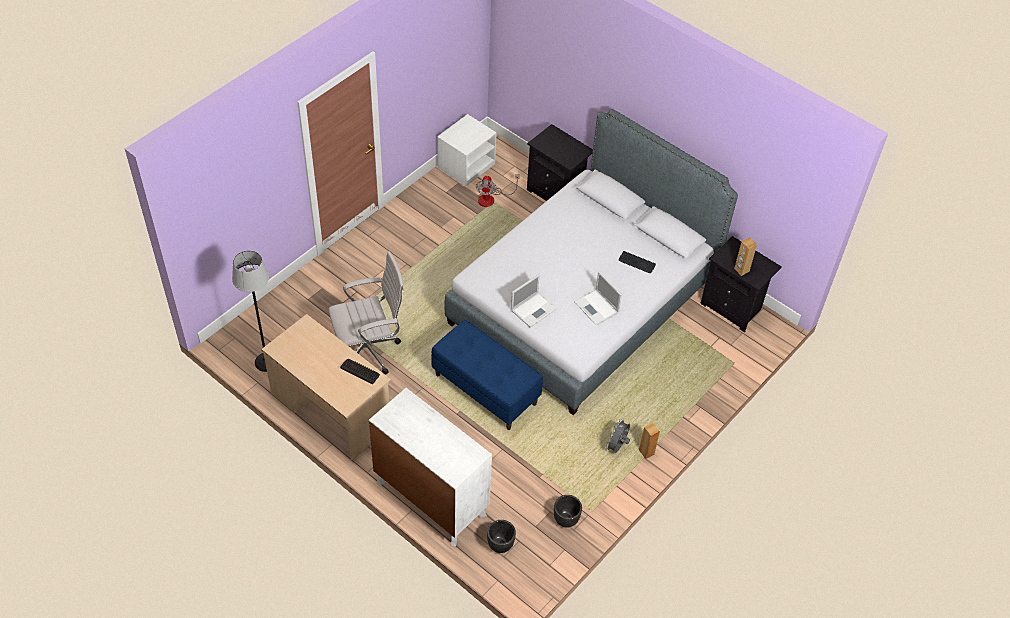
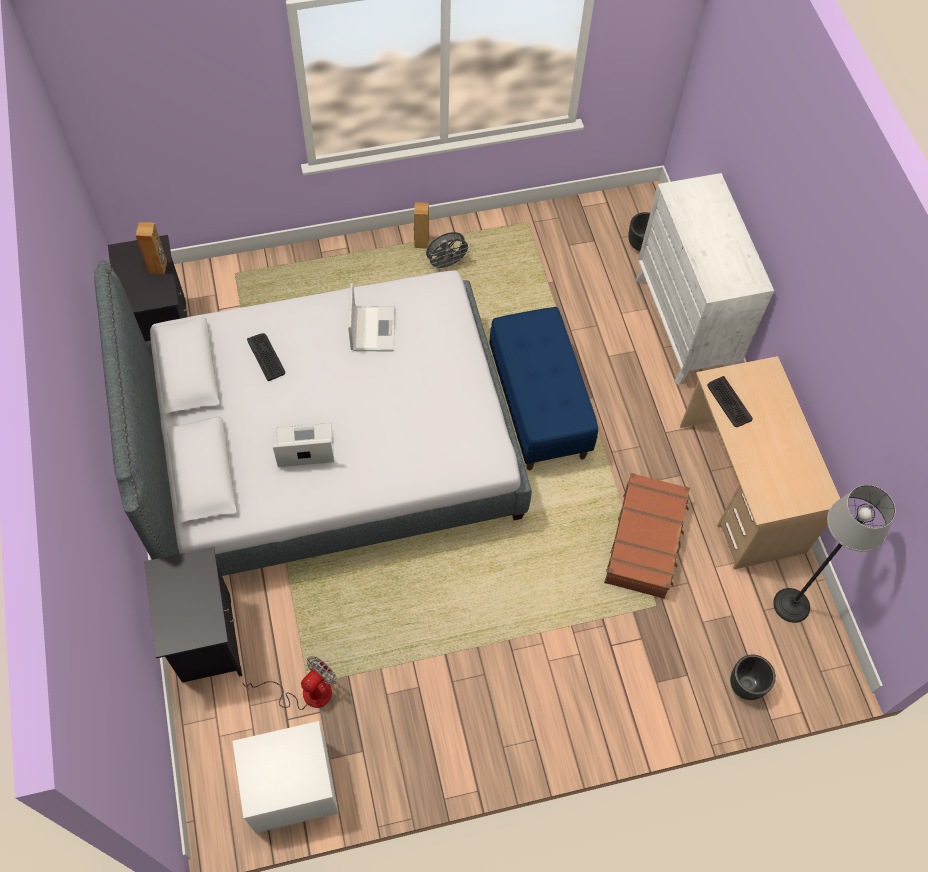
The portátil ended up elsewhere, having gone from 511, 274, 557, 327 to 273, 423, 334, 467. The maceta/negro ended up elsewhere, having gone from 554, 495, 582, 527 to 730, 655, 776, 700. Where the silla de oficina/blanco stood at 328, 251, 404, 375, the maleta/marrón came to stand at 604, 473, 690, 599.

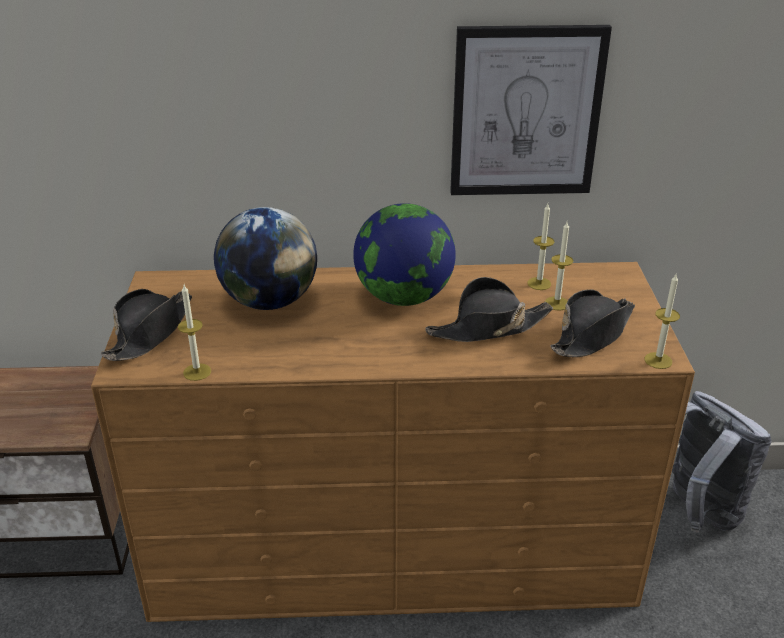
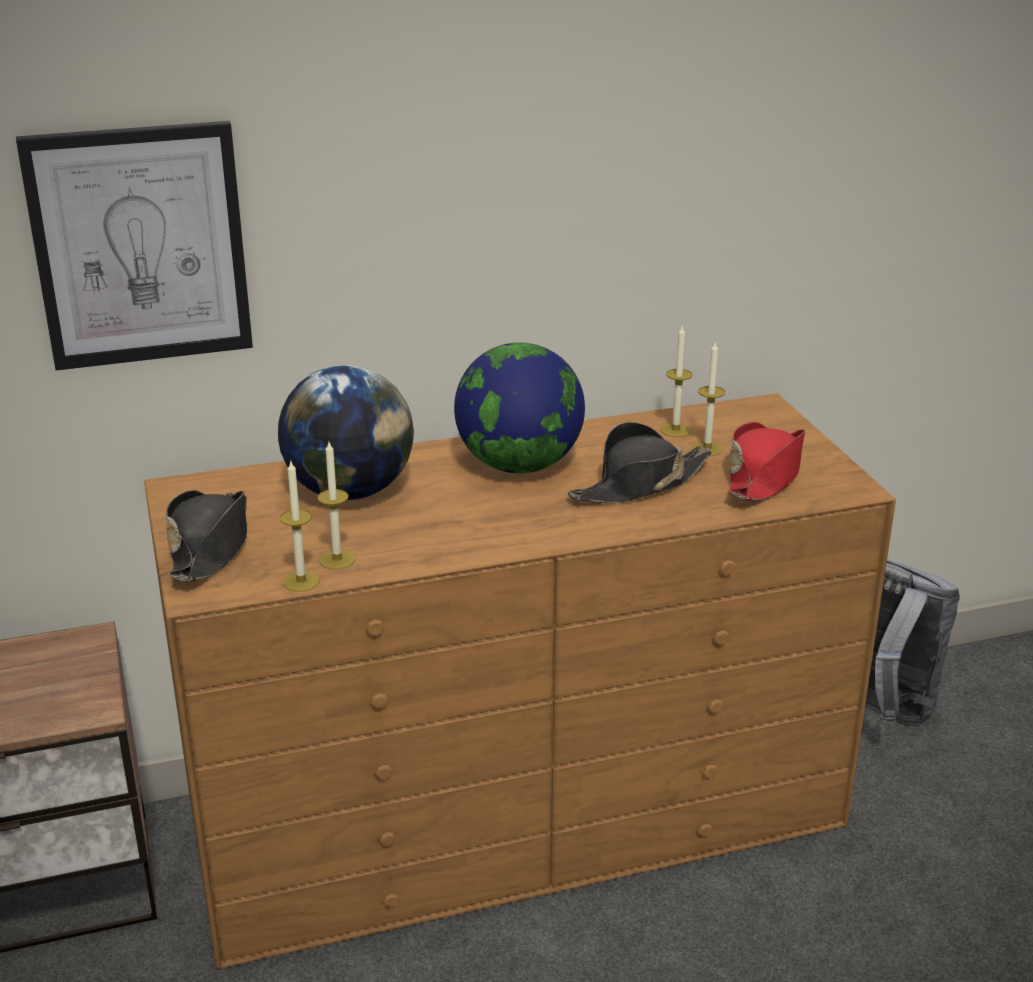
The cuadro ended up elsewhere, having gone from 450, 25, 612, 195 to 16, 121, 253, 370. The vela ended up elsewhere, having gone from 645, 274, 680, 369 to 317, 442, 355, 570. What was the sombrero/negro at 551, 289, 635, 357 turned into the sombrero/rojo at 728, 422, 805, 501.

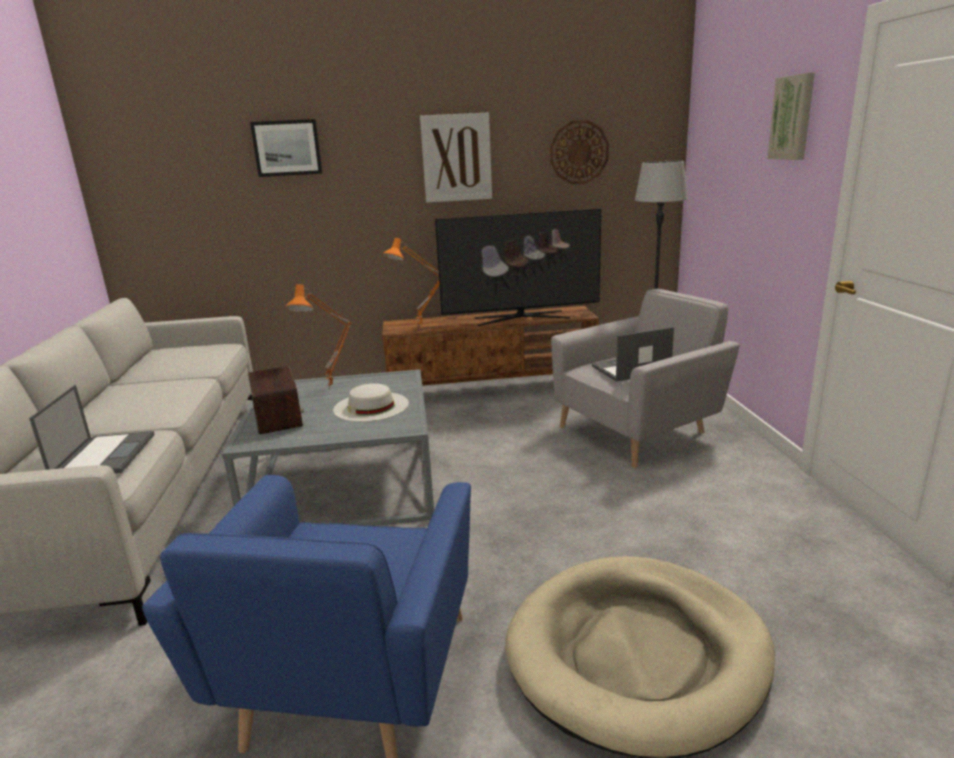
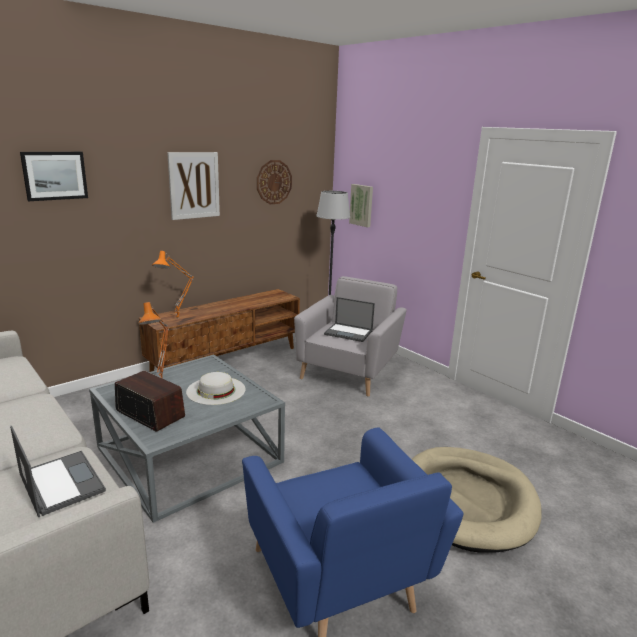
The second view lost the televisor at 435, 209, 601, 326. The cuadro ended up elsewhere, having gone from 767, 73, 815, 160 to 349, 184, 373, 227. The portátil at 592, 327, 674, 382 ended up facing another way, 105 degrees counterclockwise from before.

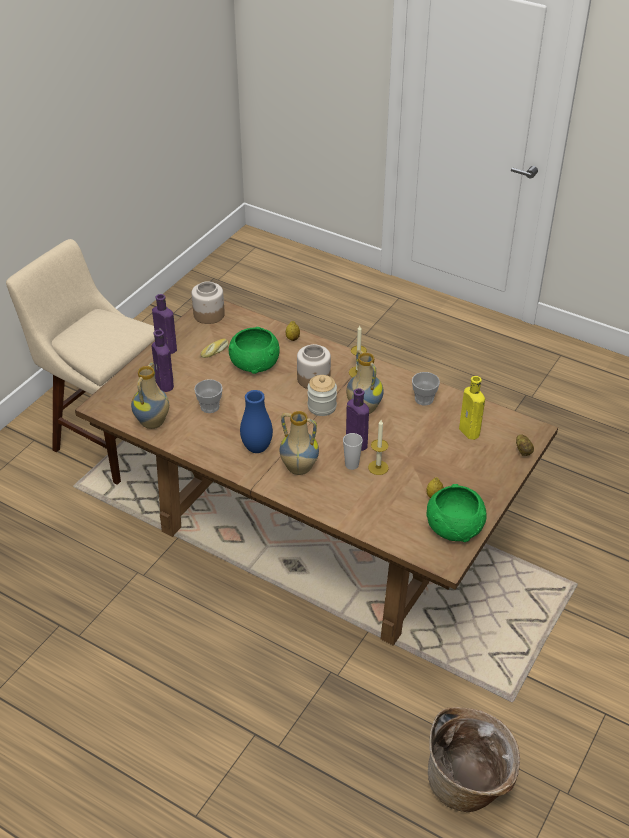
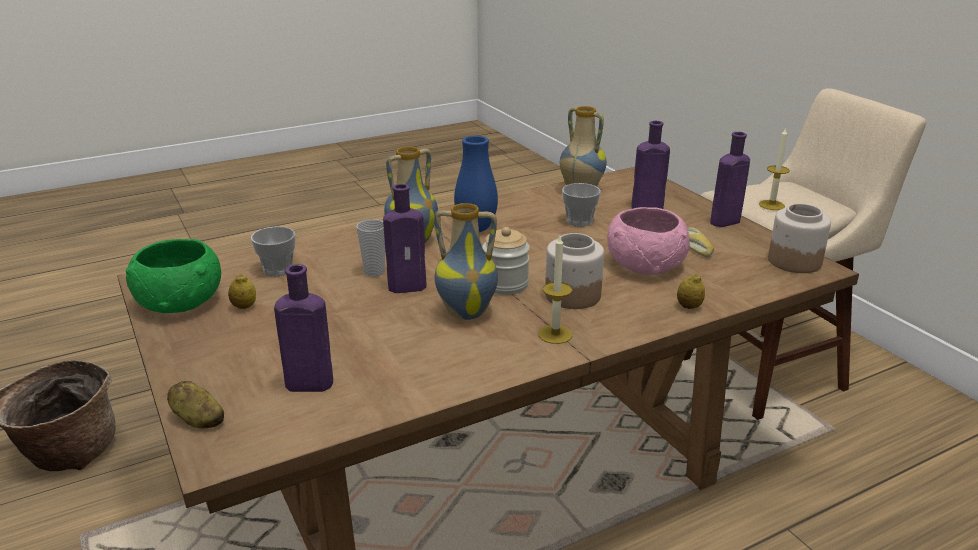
The vela ended up elsewhere, having gone from 368, 420, 389, 475 to 759, 128, 790, 210. The taza ended up elsewhere, having gone from 412, 372, 440, 405 to 251, 226, 295, 276. What was the cuenco/verde at 229, 327, 280, 374 turned into the cuenco/rosa at 607, 207, 690, 275. What was the botella/amarillo at 459, 376, 485, 440 turned into the botella/morado at 274, 264, 333, 392.

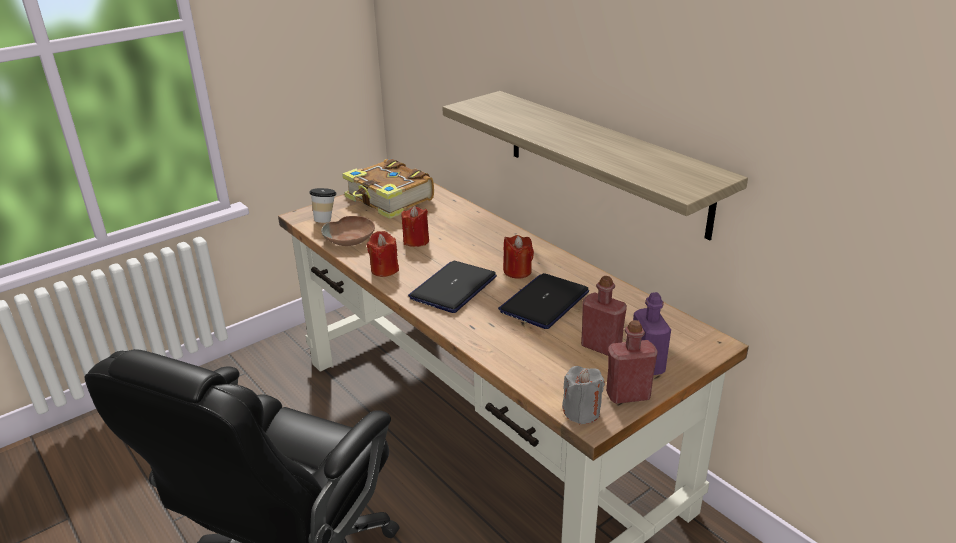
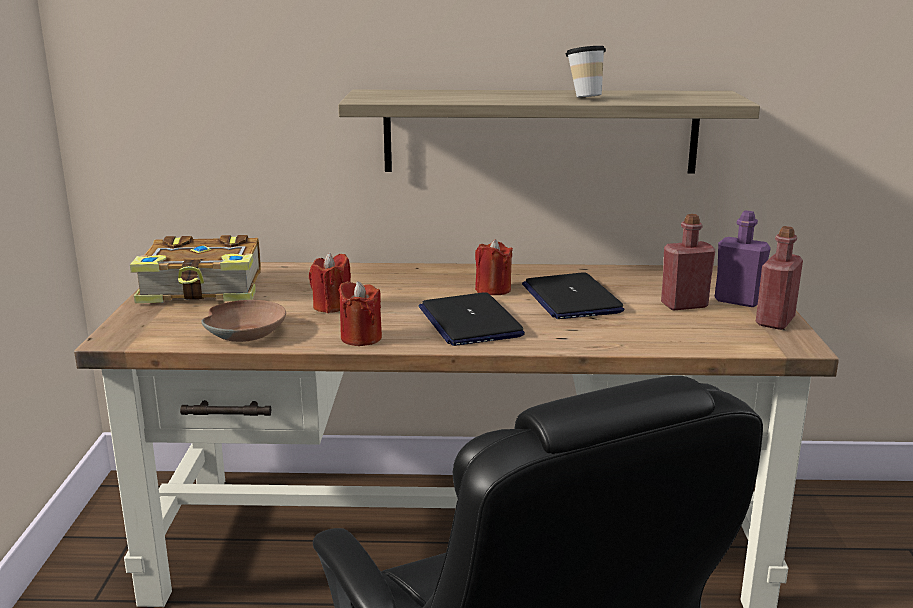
The second view lost the vela/gris at 562, 366, 605, 424. The taza ended up elsewhere, having gone from 309, 188, 336, 223 to 566, 46, 606, 98.

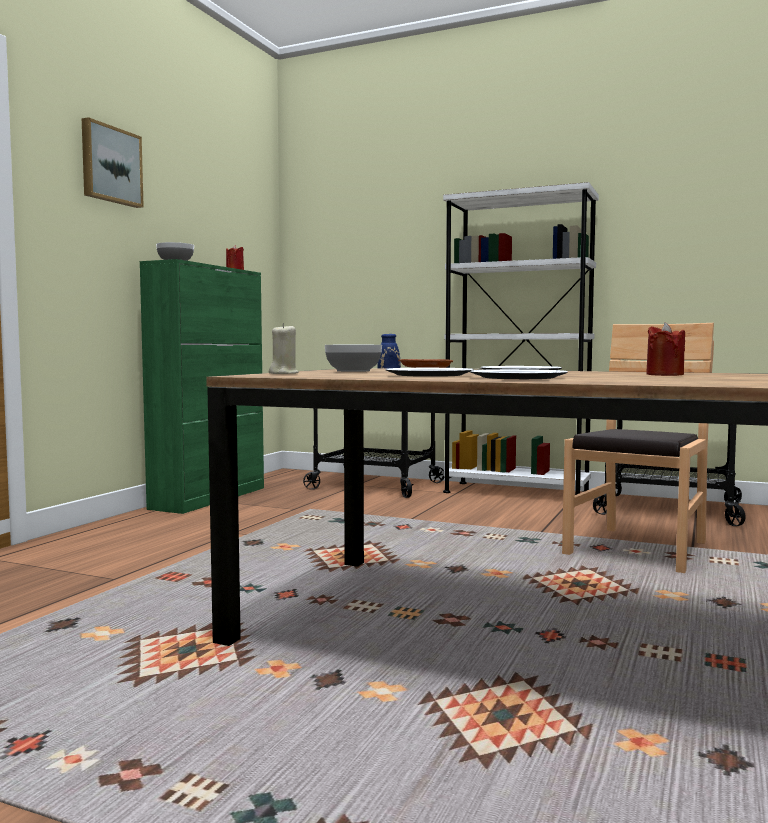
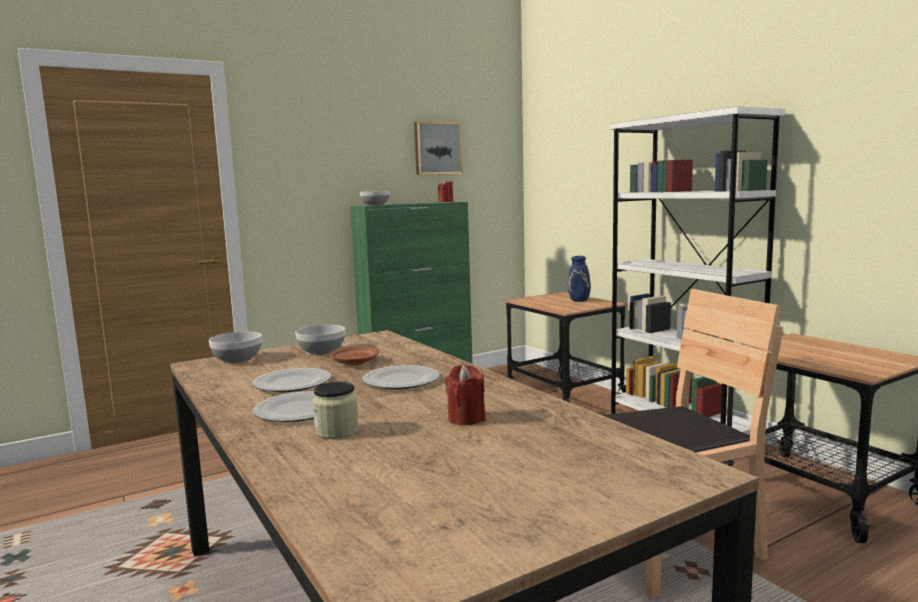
The second view gained the tarro at 312, 382, 359, 439. The cuadro ended up elsewhere, having gone from 82, 117, 144, 208 to 414, 121, 463, 175. Where the vela/beis stood at 269, 323, 299, 374, the cuenco came to stand at 209, 332, 262, 364.

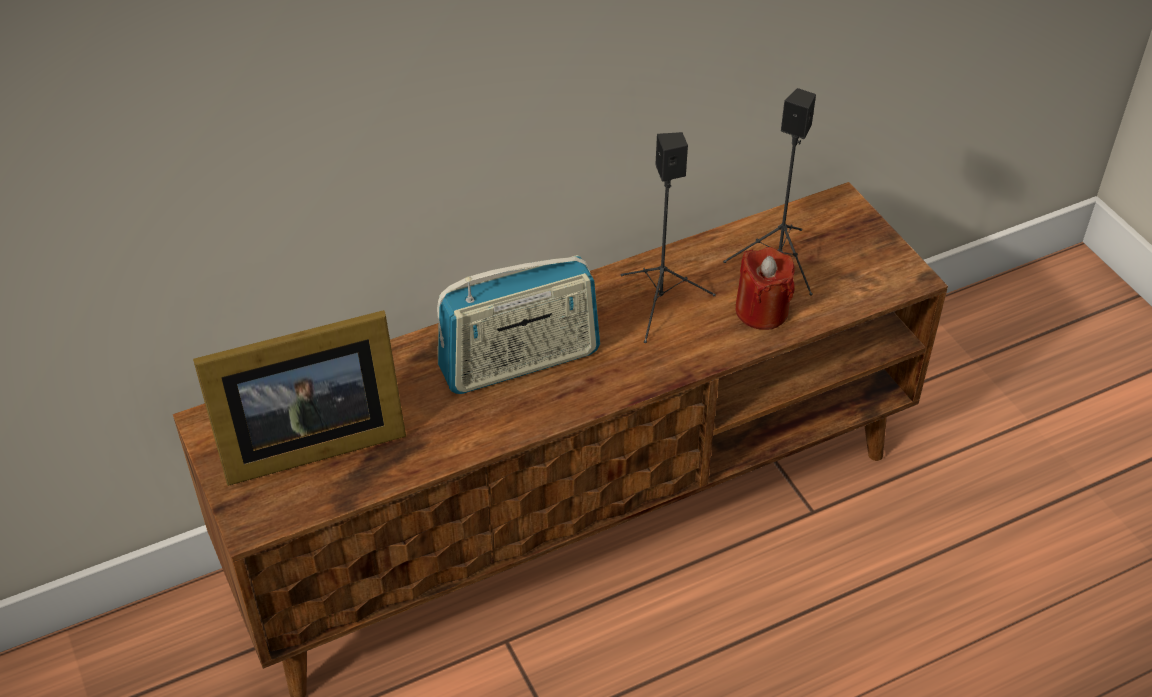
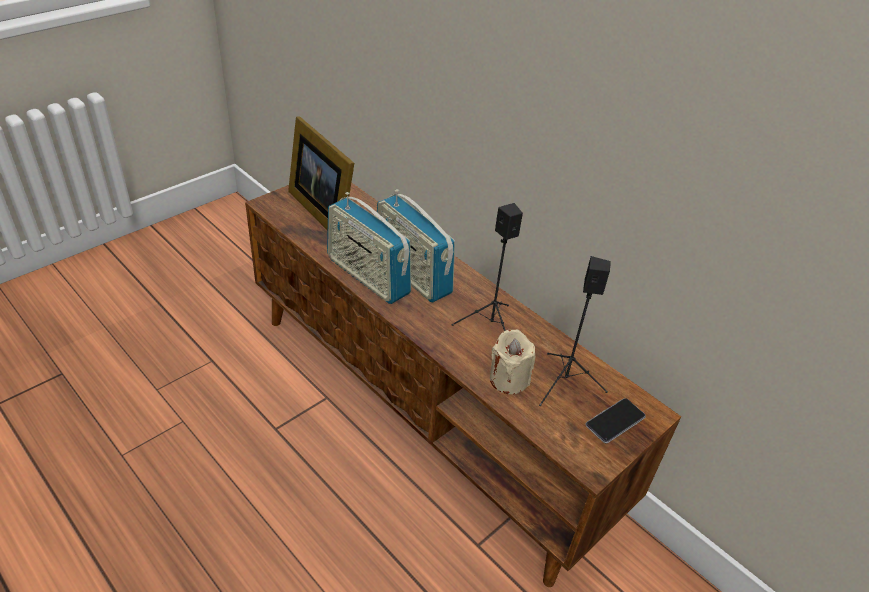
The second view gained the radio at 327, 192, 411, 304. The second view gained the móvil at 586, 398, 646, 443. What was the vela/rojo at 736, 247, 795, 330 turned into the vela/beis at 490, 330, 535, 394.

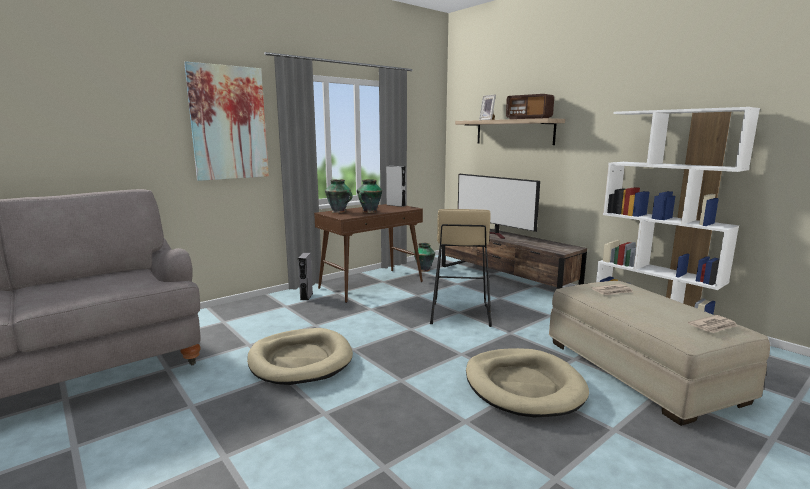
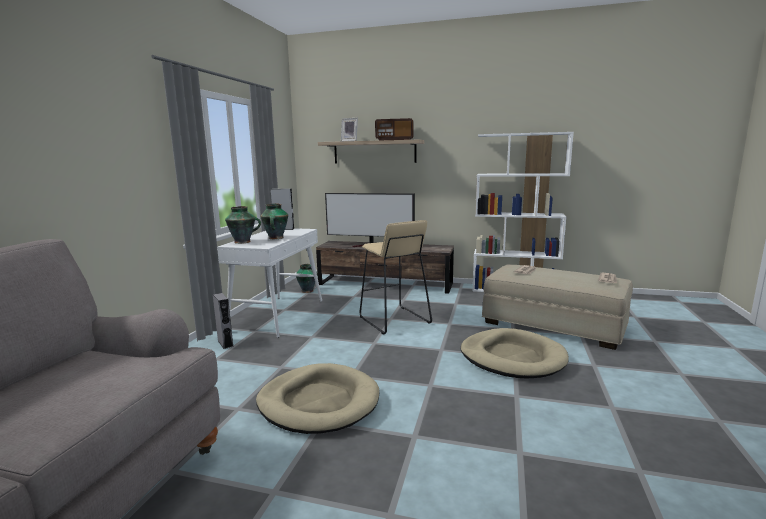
The second view lost the cuadro at 184, 62, 269, 181. What was the mesa consola/marrón at 314, 204, 423, 303 turned into the mesa consola/blanco at 217, 228, 322, 338.

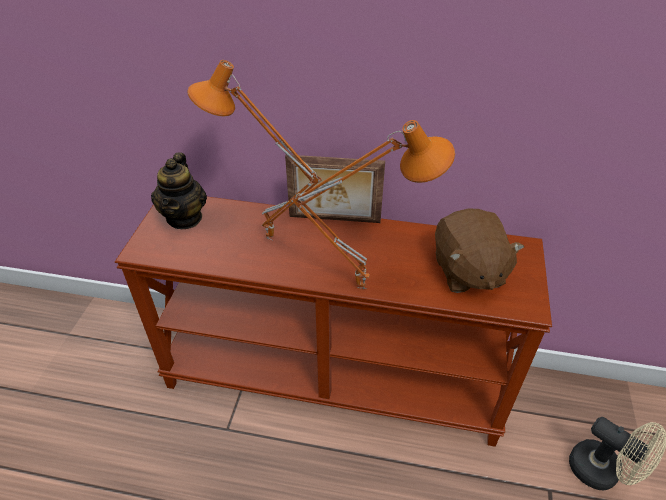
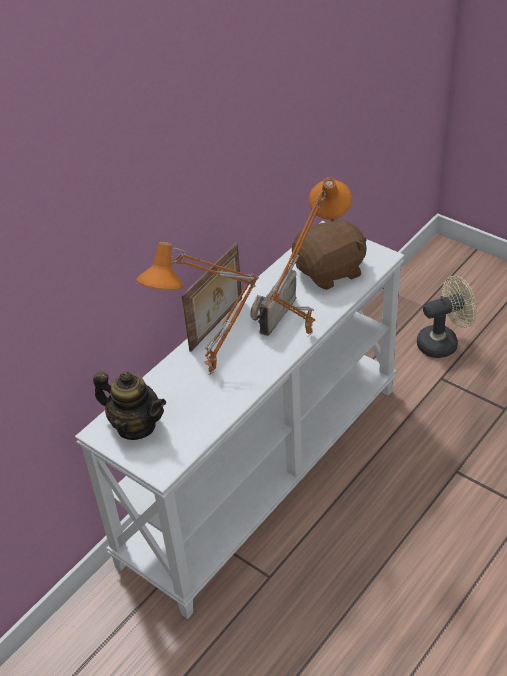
The second view gained the radio at 250, 269, 297, 336. What was the mesa consola/marrón at 115, 196, 552, 447 turned into the mesa consola/blanco at 75, 221, 405, 619. The peluche/marrón at 435, 209, 524, 293 ended up facing another way, 45 degrees counterclockwise from before.

